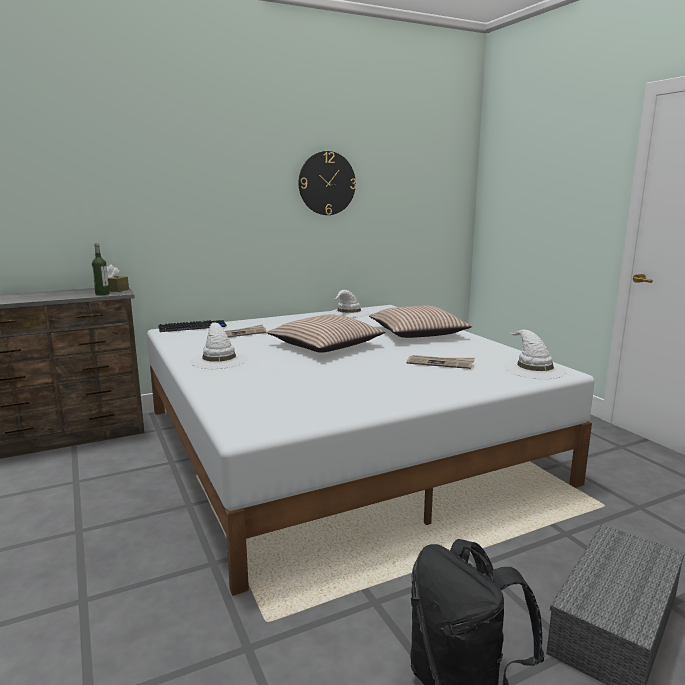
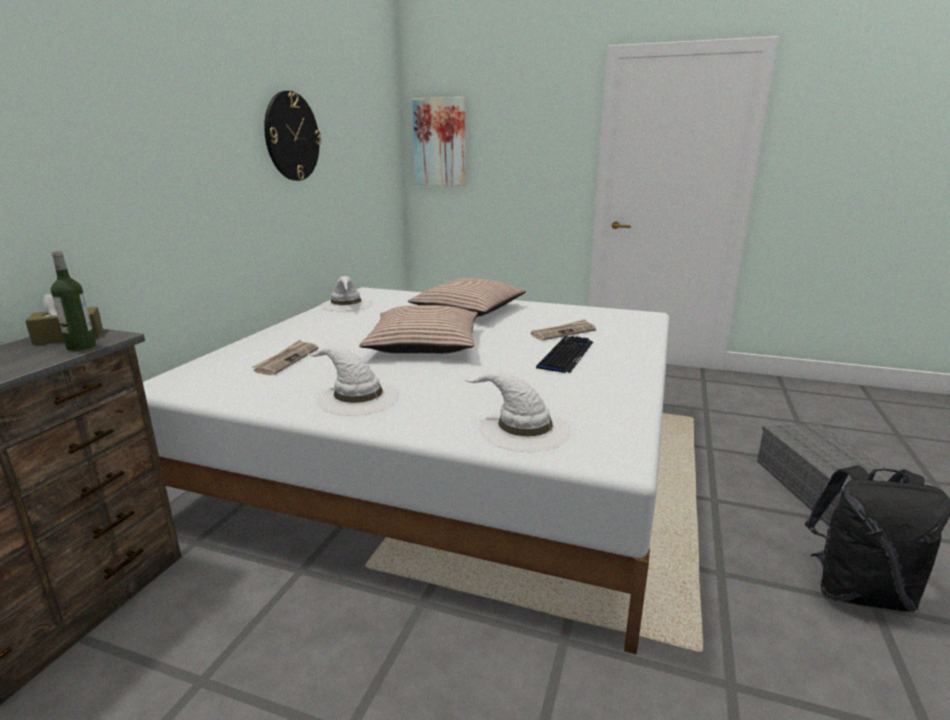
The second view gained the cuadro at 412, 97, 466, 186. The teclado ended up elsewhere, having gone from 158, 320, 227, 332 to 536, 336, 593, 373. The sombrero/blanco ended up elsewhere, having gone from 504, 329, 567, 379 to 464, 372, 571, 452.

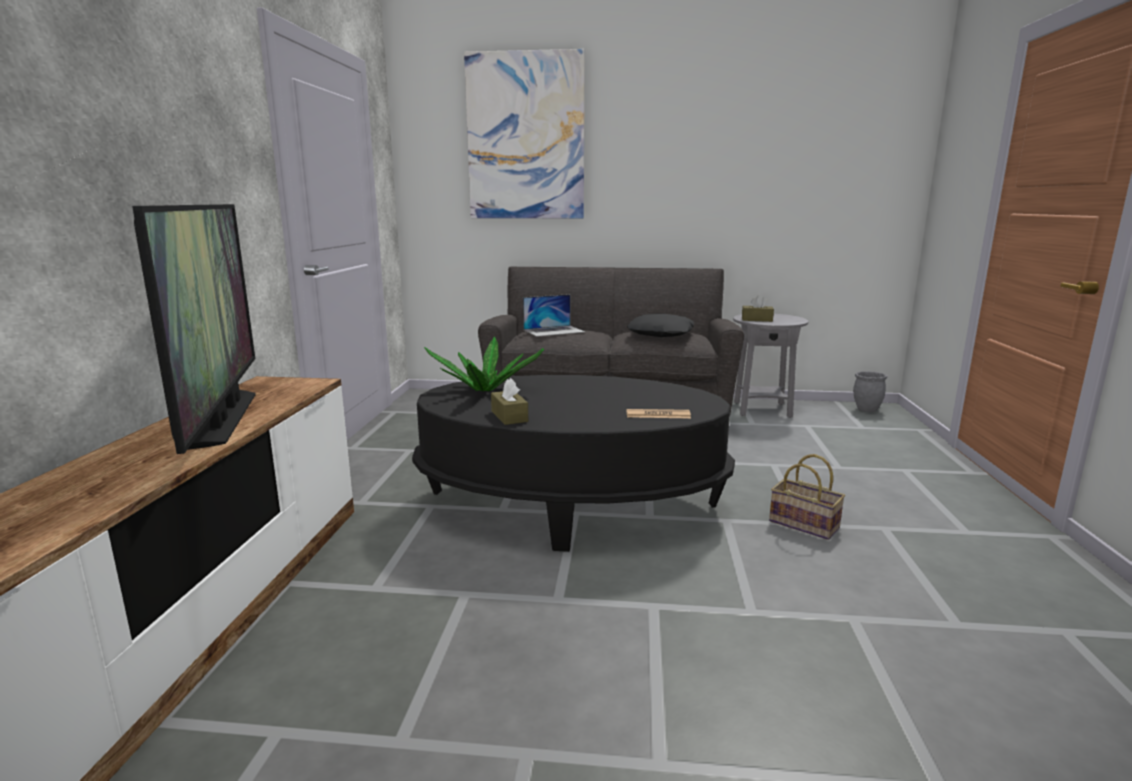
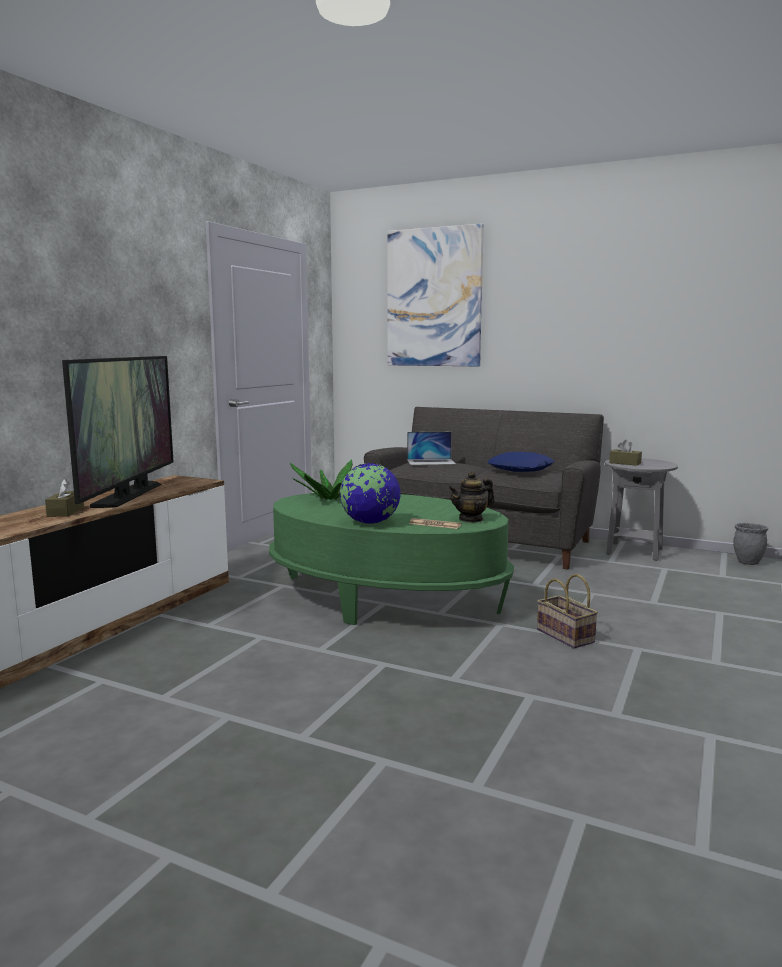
The second view gained the globo terráqueo at 339, 463, 401, 524. The second view gained the tetera at 448, 471, 495, 523. The caja de pañuelos/marrón ended up elsewhere, having gone from 491, 378, 528, 425 to 45, 479, 84, 517. What was the mesa de centro/negro at 412, 375, 735, 552 turned into the mesa de centro/verde at 269, 493, 514, 625. What was the cojín/negro at 627, 314, 694, 337 turned into the cojín/azul at 487, 452, 555, 472.

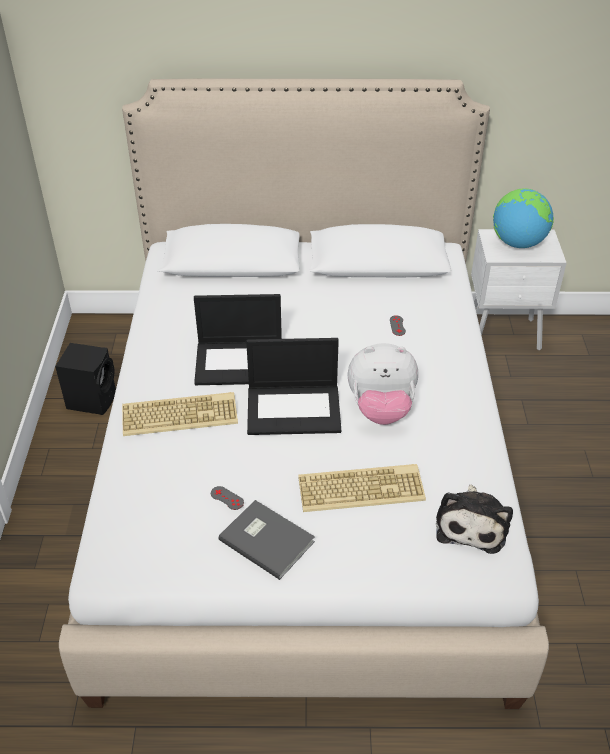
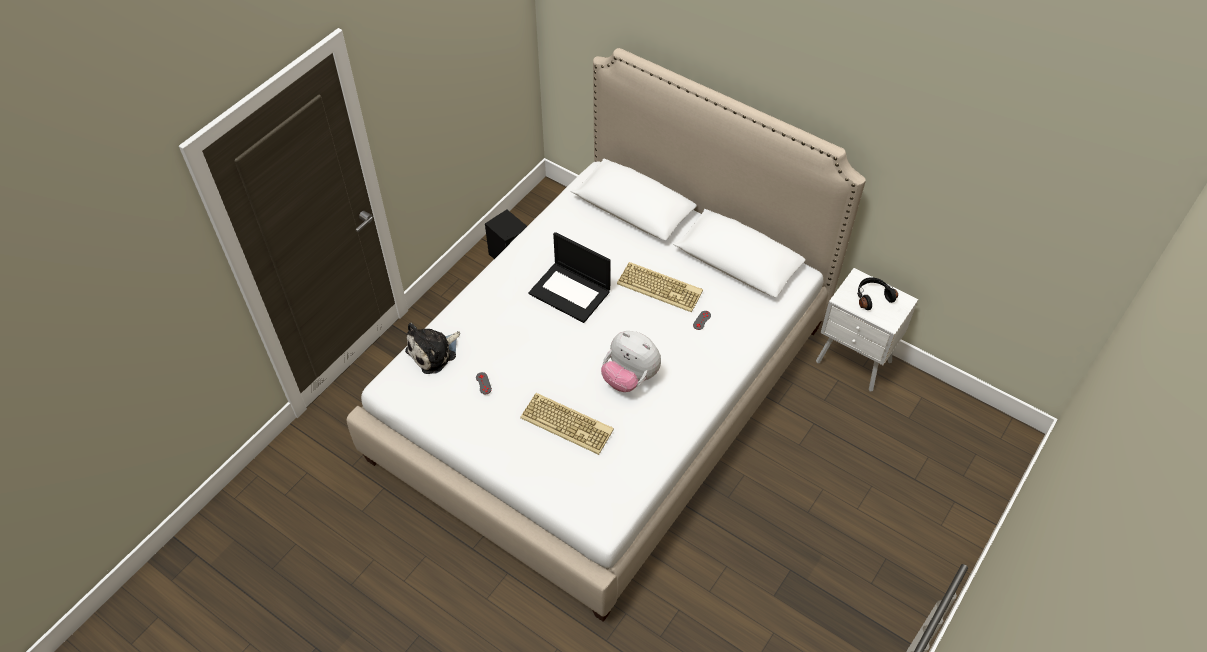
The second view lost the libro/gris at 218, 500, 315, 580. The second view lost the portátil at 246, 338, 341, 435. The teclado ended up elsewhere, having gone from 122, 392, 238, 436 to 617, 262, 703, 313. The peluche ended up elsewhere, having gone from 436, 484, 513, 554 to 405, 323, 460, 374. Where the globo terráqueo stood at 493, 188, 554, 248, the auriculares/negro came to stand at 857, 277, 898, 310.

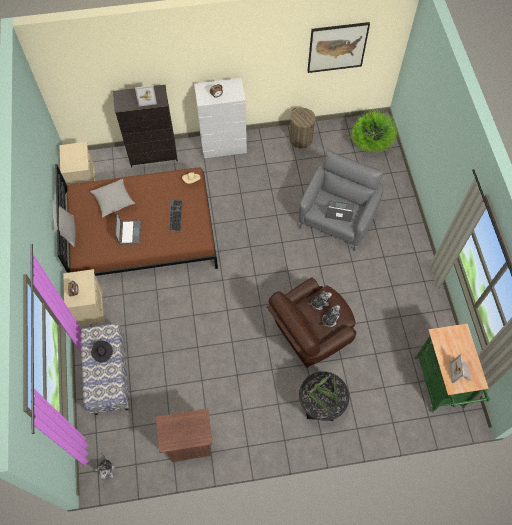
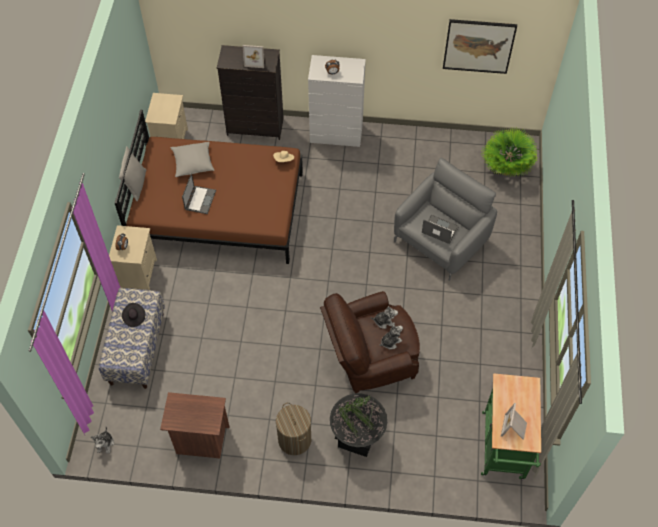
The second view lost the teclado at 169, 200, 183, 231. The cesto de la ropa ended up elsewhere, having gone from 289, 108, 316, 149 to 276, 403, 311, 455.

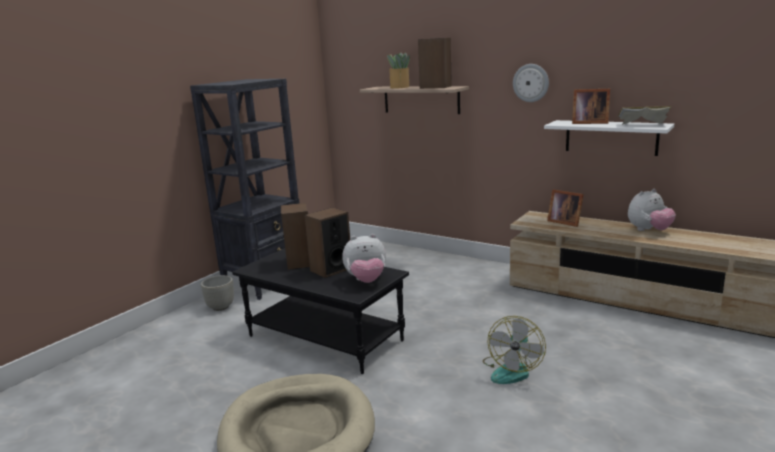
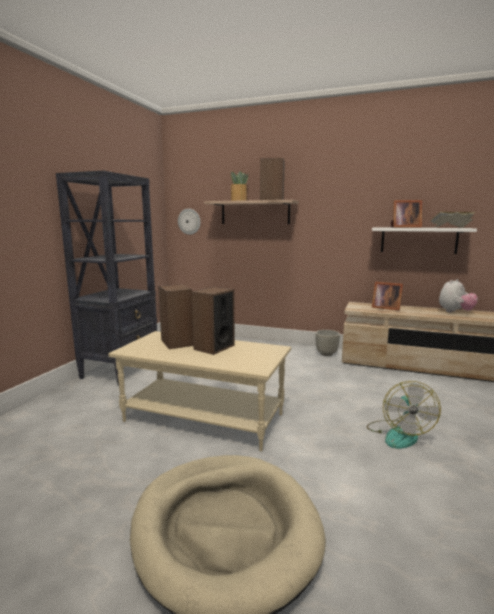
The second view lost the peluche at 342, 234, 386, 283. The maceta/gris ended up elsewhere, having gone from 201, 275, 234, 311 to 315, 330, 340, 356. The reloj de pared ended up elsewhere, having gone from 513, 64, 549, 102 to 178, 209, 201, 235. What was the mesa de centro/negro at 232, 248, 409, 374 turned into the mesa de centro/beis at 108, 331, 291, 451.

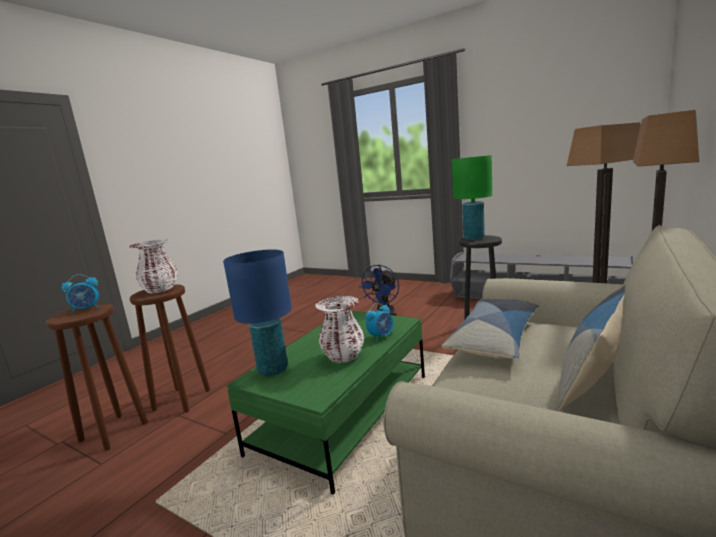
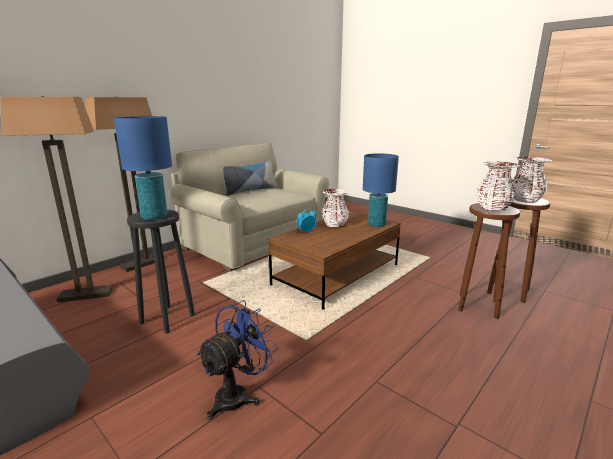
The second view lost the cojín at 442, 299, 540, 359. Where the despertador stood at 62, 274, 99, 314, the florero/blanco came to stand at 512, 157, 552, 203. What was the mesa de centro/verde at 226, 311, 425, 495 turned into the mesa de centro/marrón at 268, 211, 401, 310. What was the lámpara de mesa/verde at 452, 155, 492, 240 turned into the lámpara de mesa/azul at 114, 116, 172, 220.

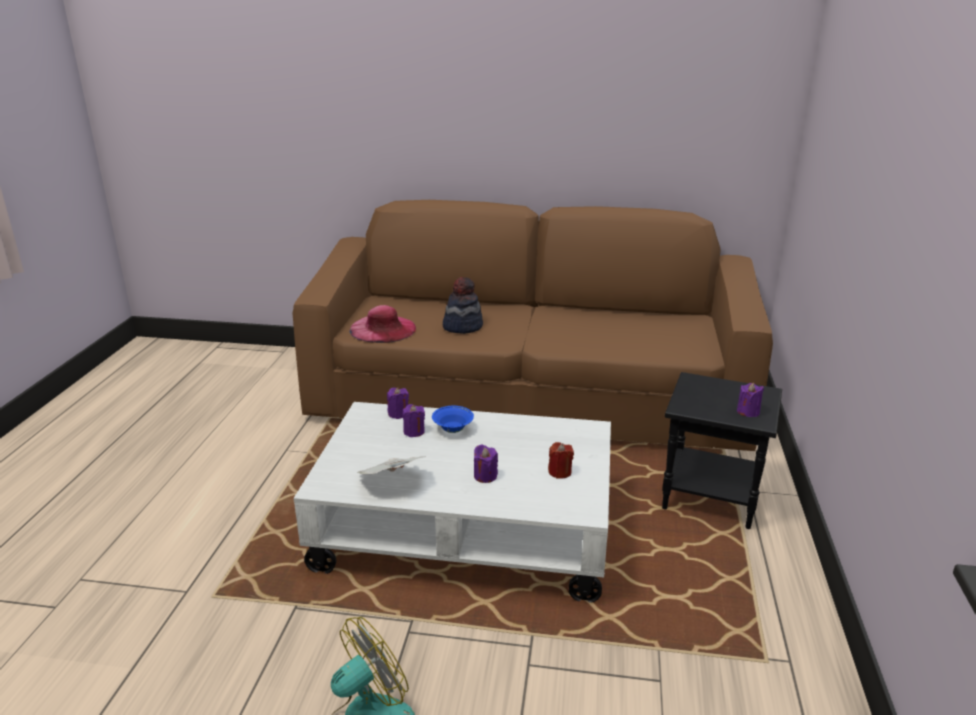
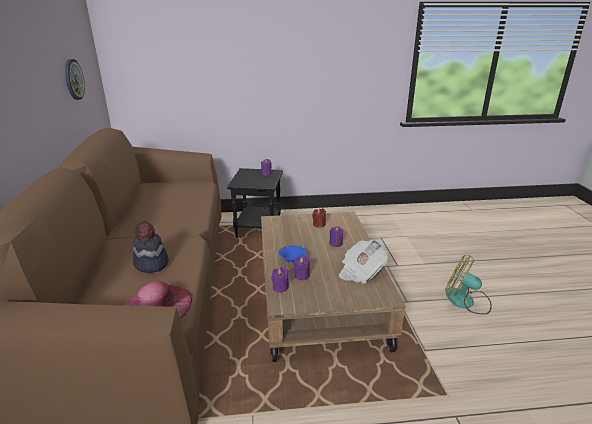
The second view gained the reloj de pared at 65, 59, 85, 100. What was the mesa de centro/blanco at 293, 402, 611, 603 turned into the mesa de centro/marrón at 261, 212, 405, 362.

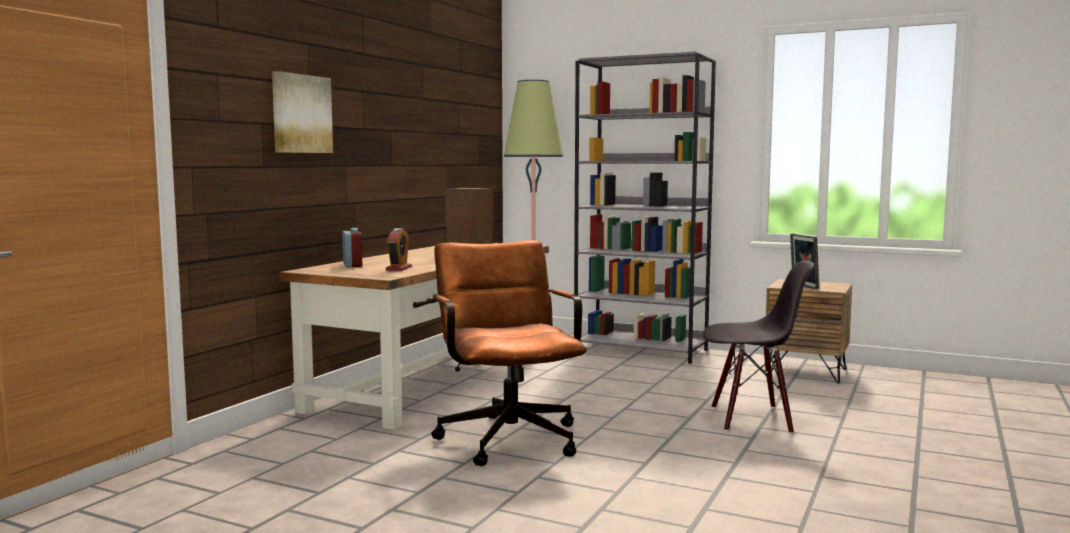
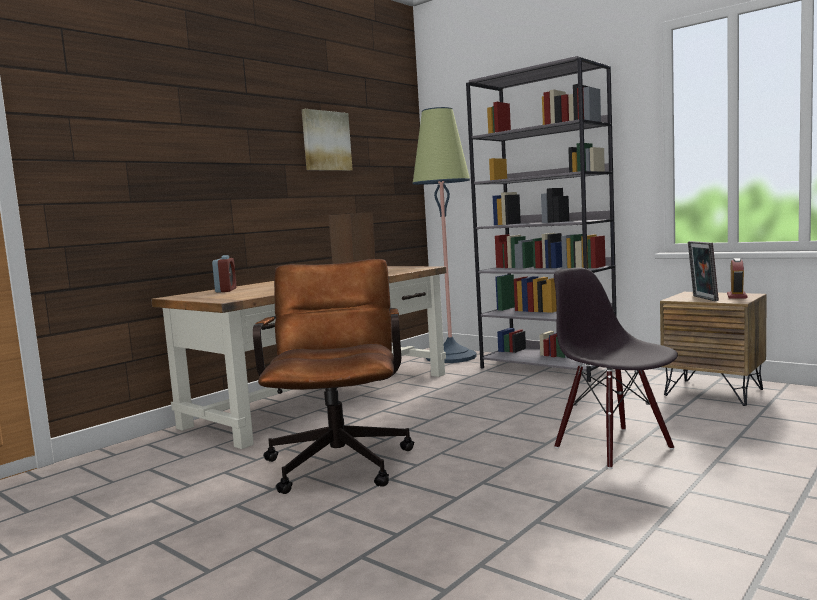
The cuadro ended up elsewhere, having gone from 272, 71, 333, 153 to 302, 109, 352, 171. The despertador ended up elsewhere, having gone from 386, 228, 412, 271 to 727, 258, 747, 299. The silla/negro at 703, 260, 815, 434 ended up facing another way, 135 degrees counterclockwise from before.

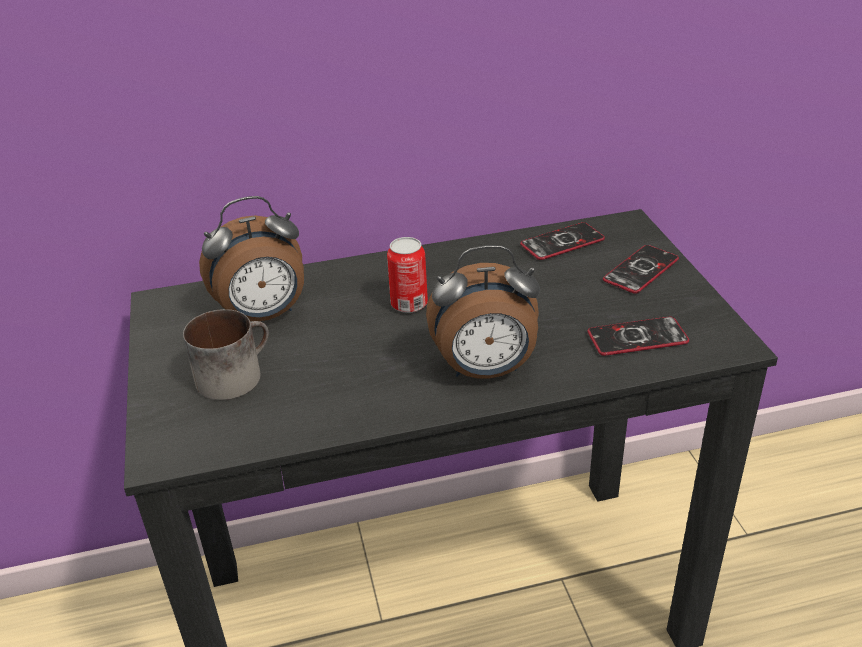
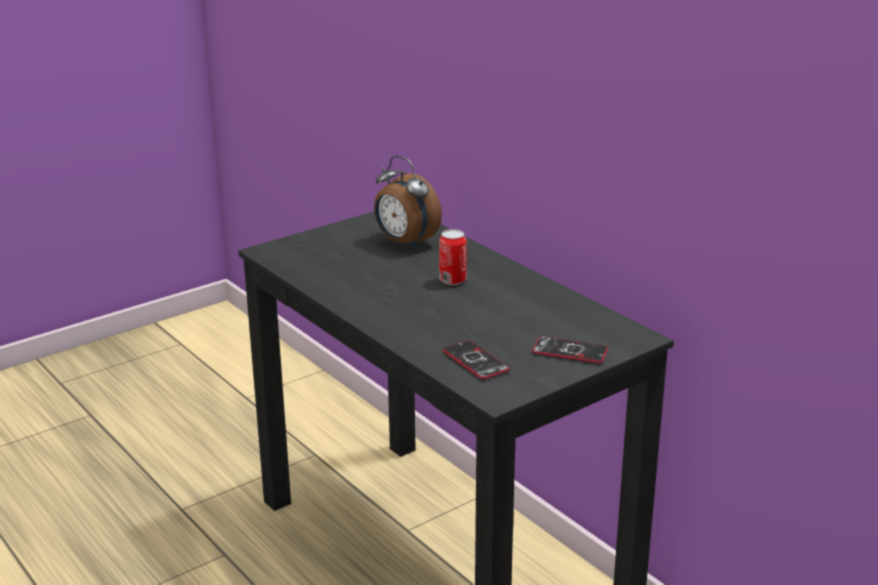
The second view lost the taza grande at 183, 309, 269, 400. The second view lost the despertador at 426, 245, 540, 378. The second view lost the móvil at 520, 222, 605, 260.

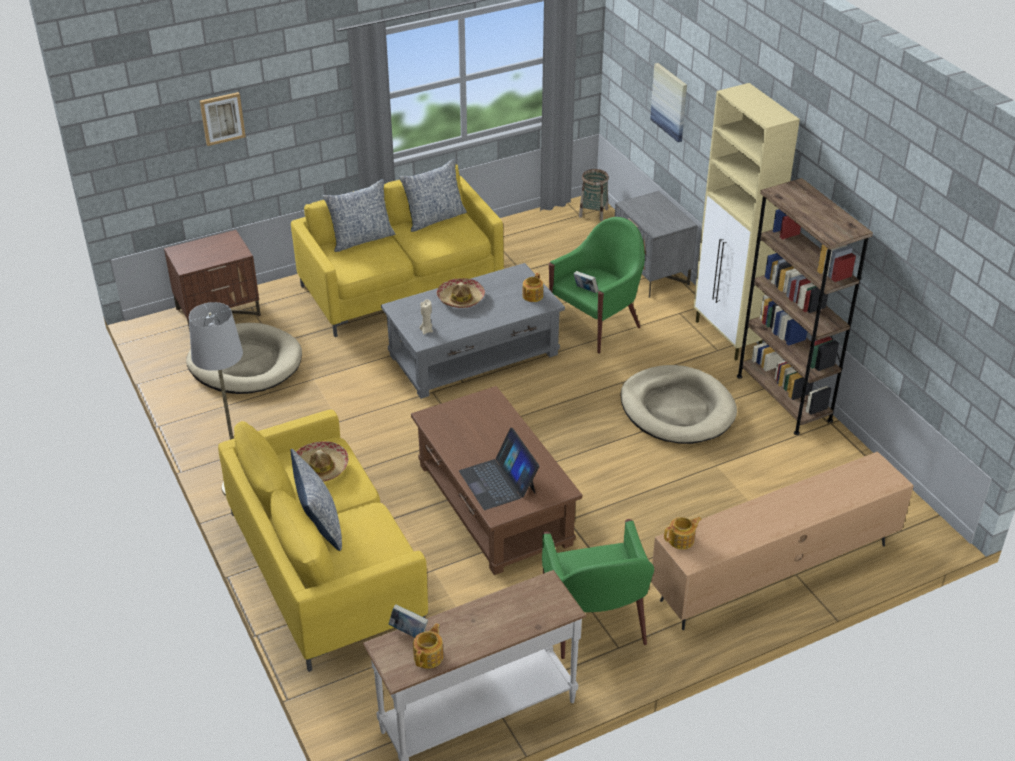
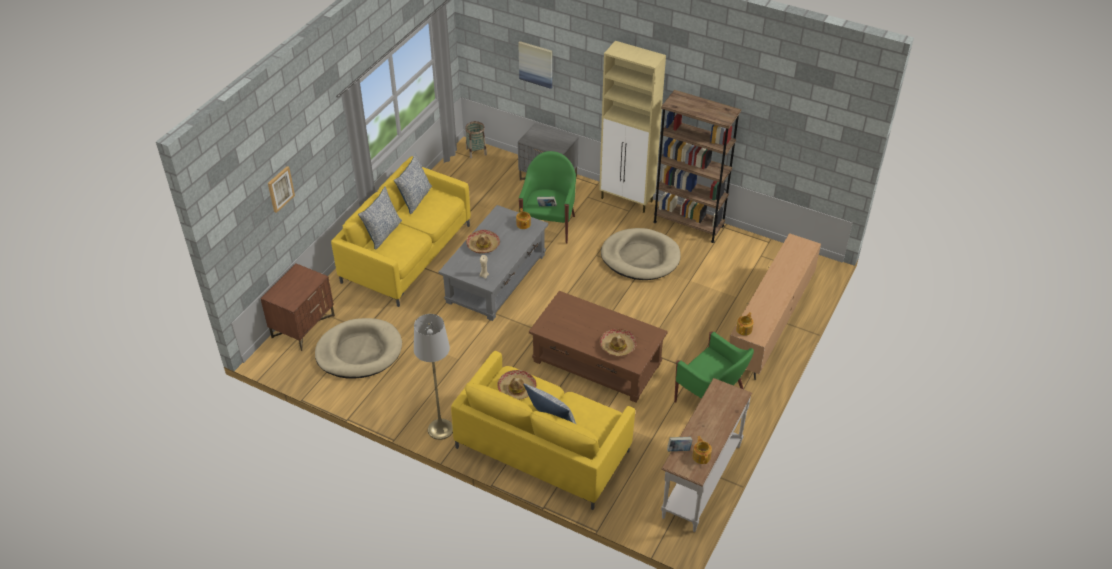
Where the portátil stood at 459, 428, 539, 510, the sombrero came to stand at 599, 329, 637, 357.

